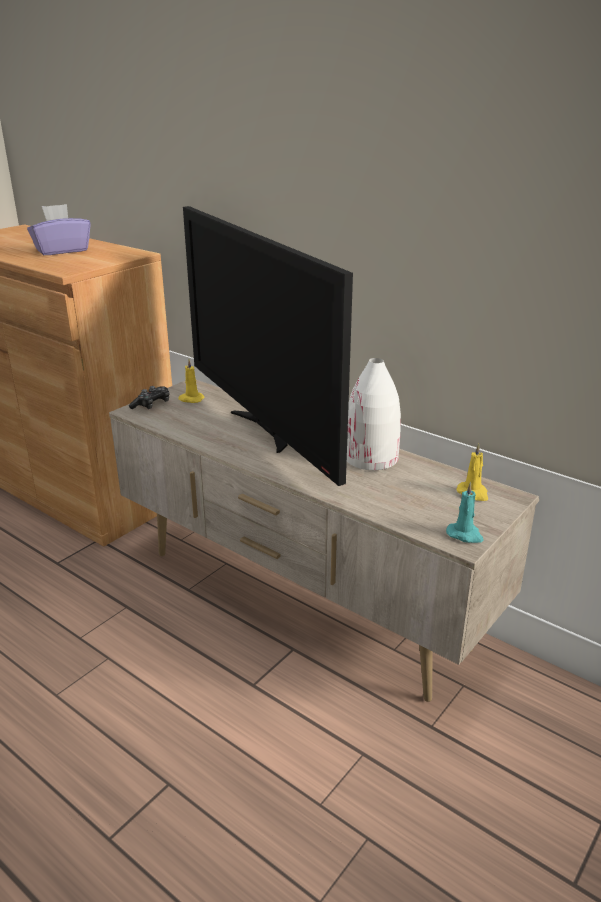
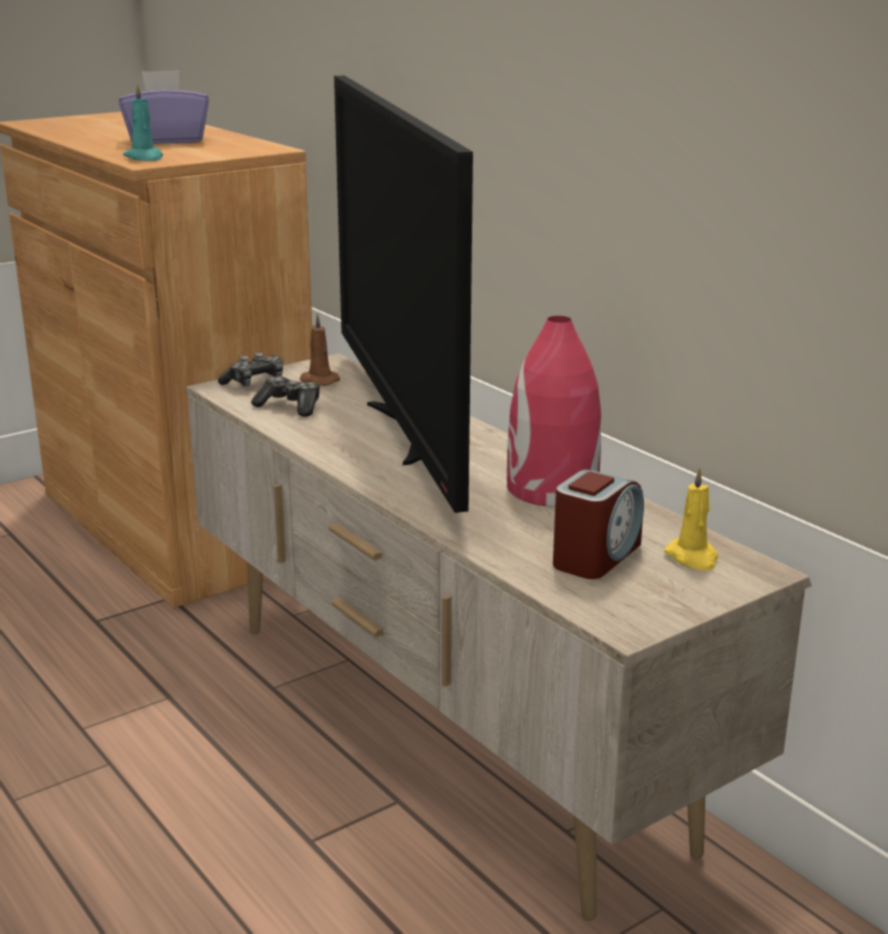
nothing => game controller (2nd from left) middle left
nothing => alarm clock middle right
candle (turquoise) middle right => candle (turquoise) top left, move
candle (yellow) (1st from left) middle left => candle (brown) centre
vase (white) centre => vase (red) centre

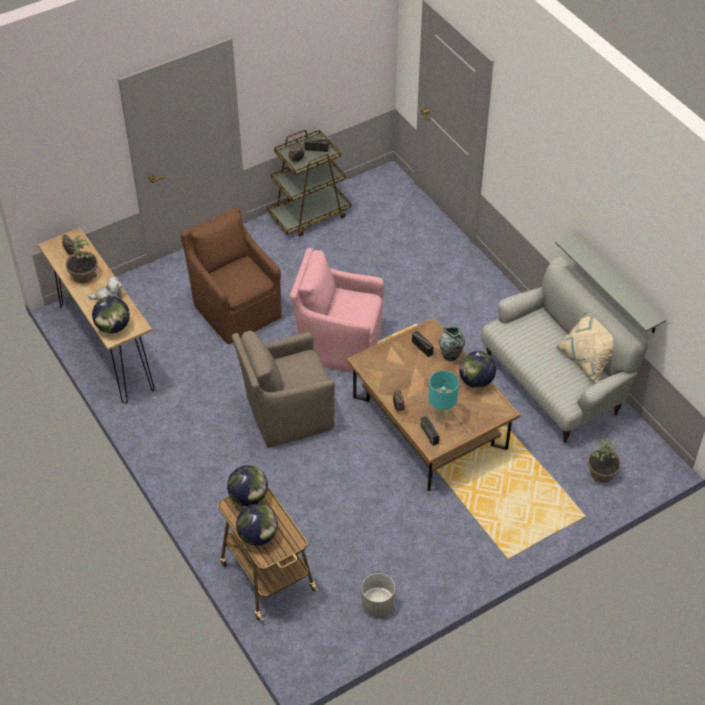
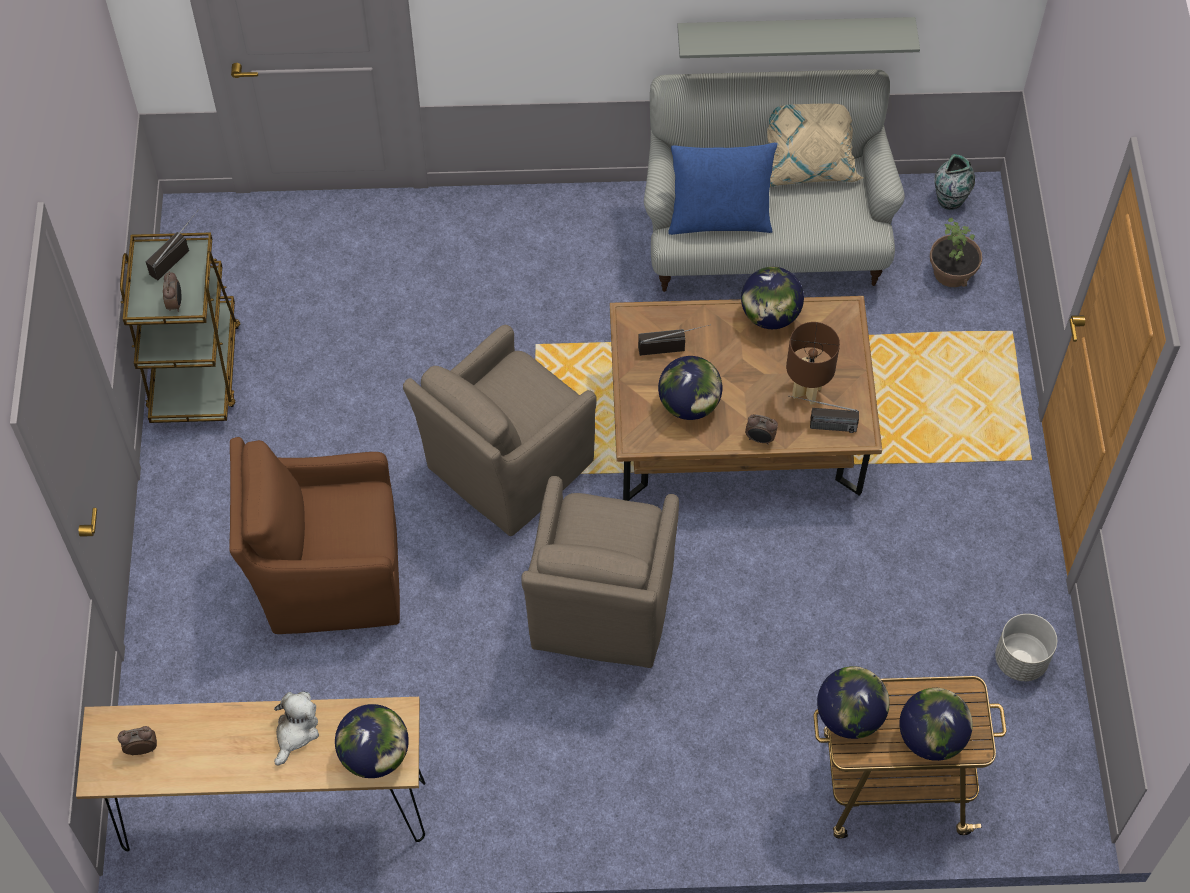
potted plant (1st from left) middle left => nothing
nothing => globe (2nd from left) centre
nothing => pillow (blue) top centre
vase centre => vase top right, move
armchair (pink) centre => armchair (brown) (2nd from left) centre
table lamp (turquoise) centre => table lamp (brown) middle right

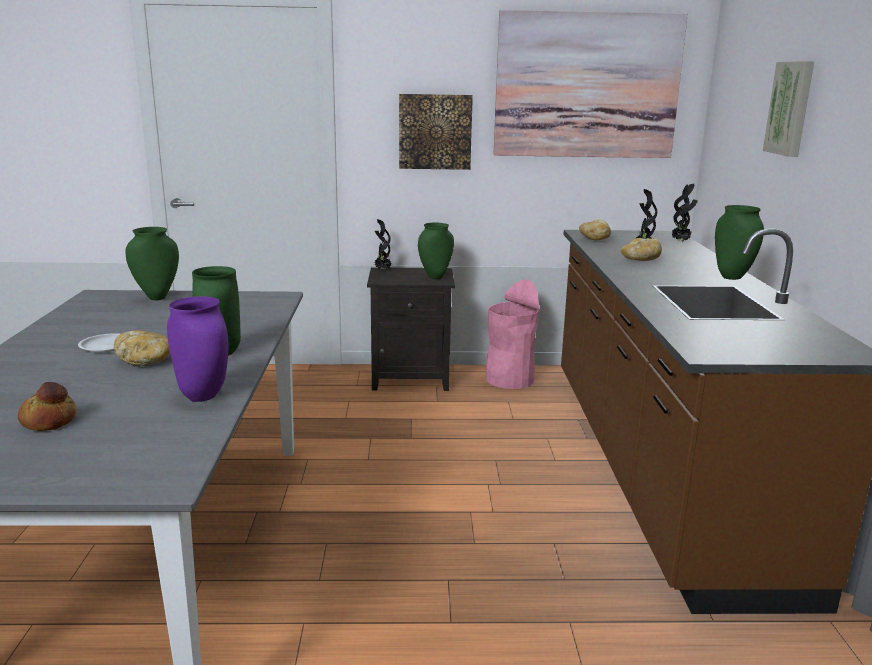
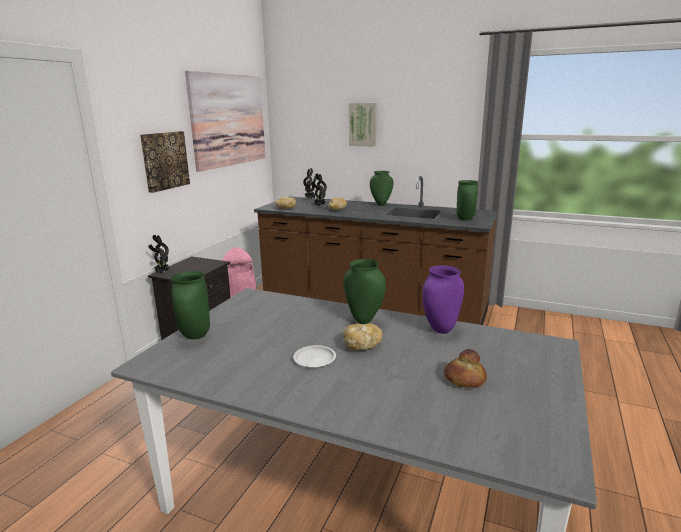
vase (green) (3rd from left in the first image) centre => vase (green) (4th from left) middle right, move

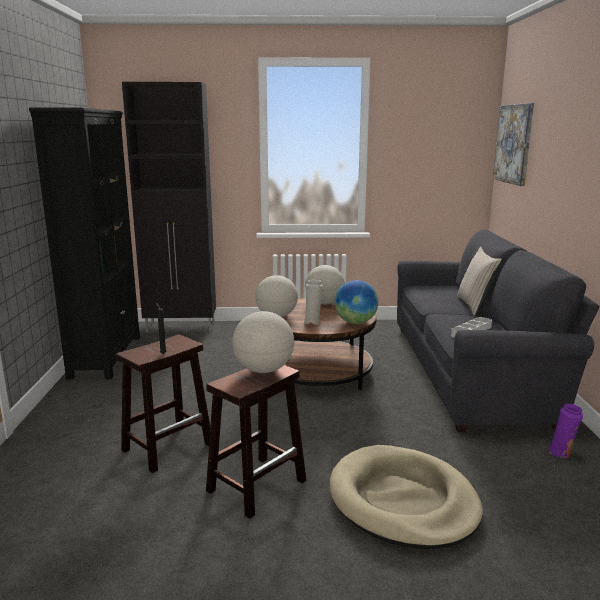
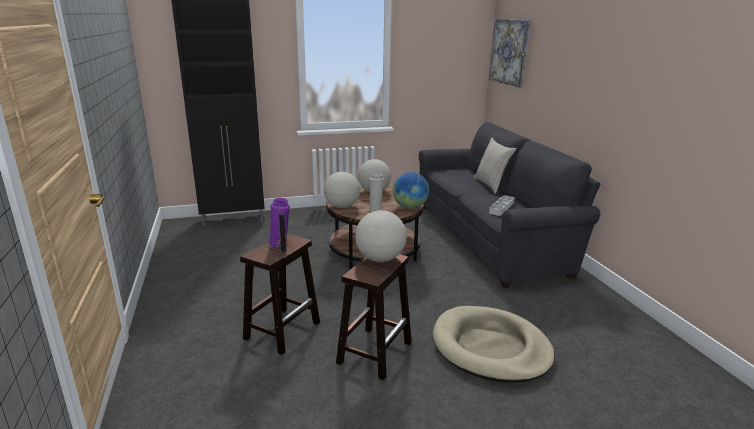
bookcase (black) middle left => nothing
vase (purple) bottom right => vase (purple) centre, move

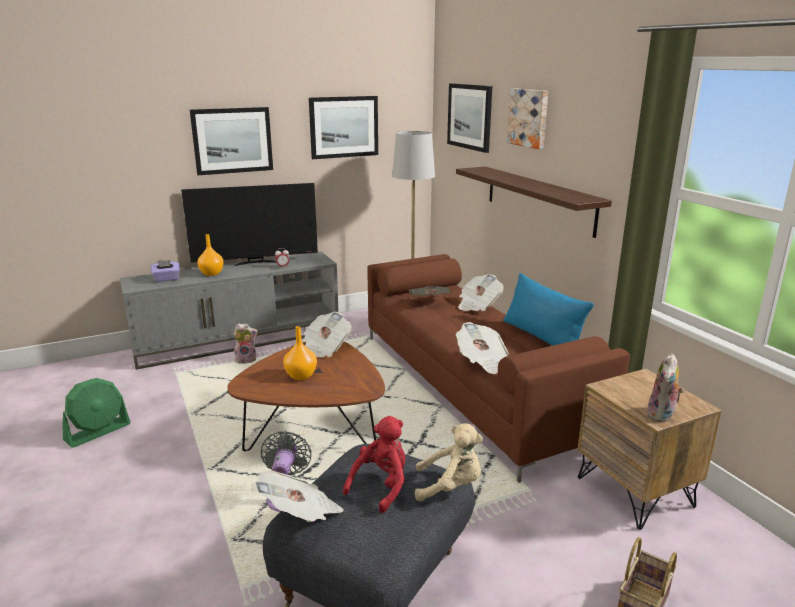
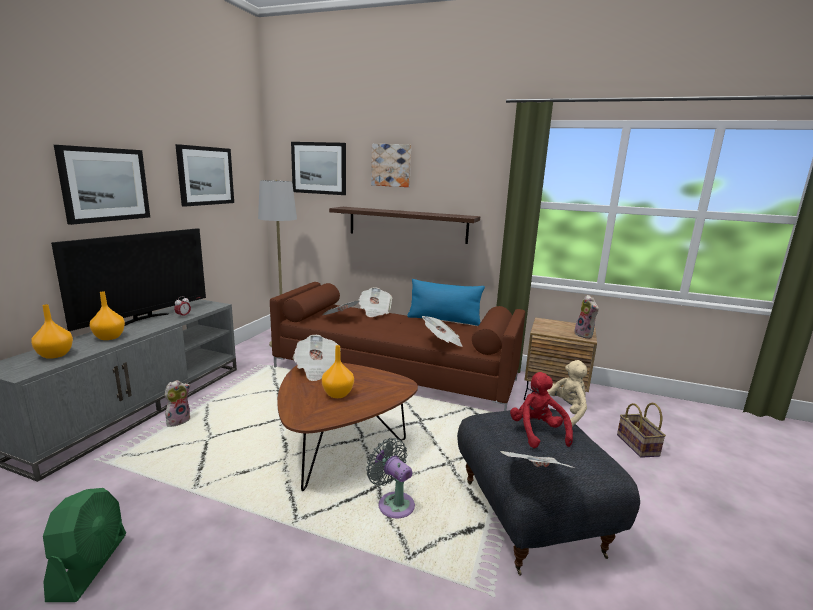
tissue box (purple) middle left => vase (orange) (1st from left) middle left

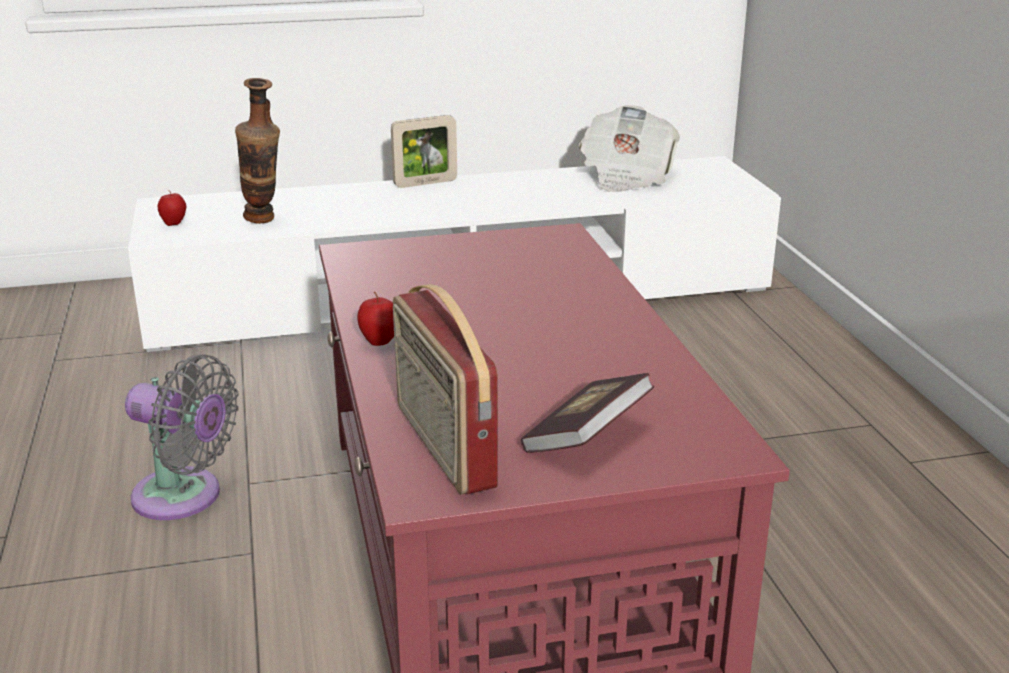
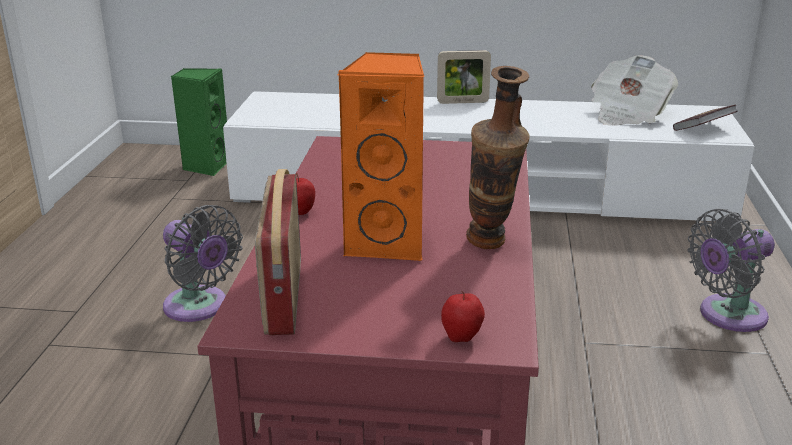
nothing => speaker (green) top left
nothing => speaker (orange) centre
nothing => fan (grey) (2nd from left) middle right
apple (1st from left in the first image) top left => apple (2nd from left) bottom centre, move
vase top left => vase centre, move
book centre => book top right, move

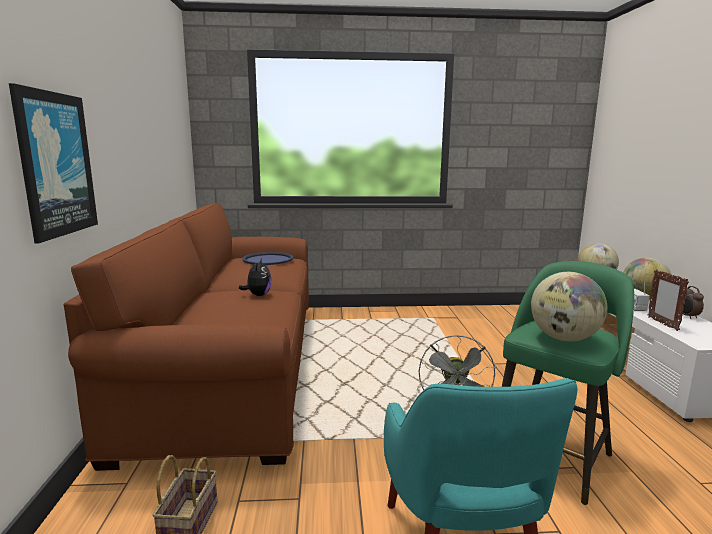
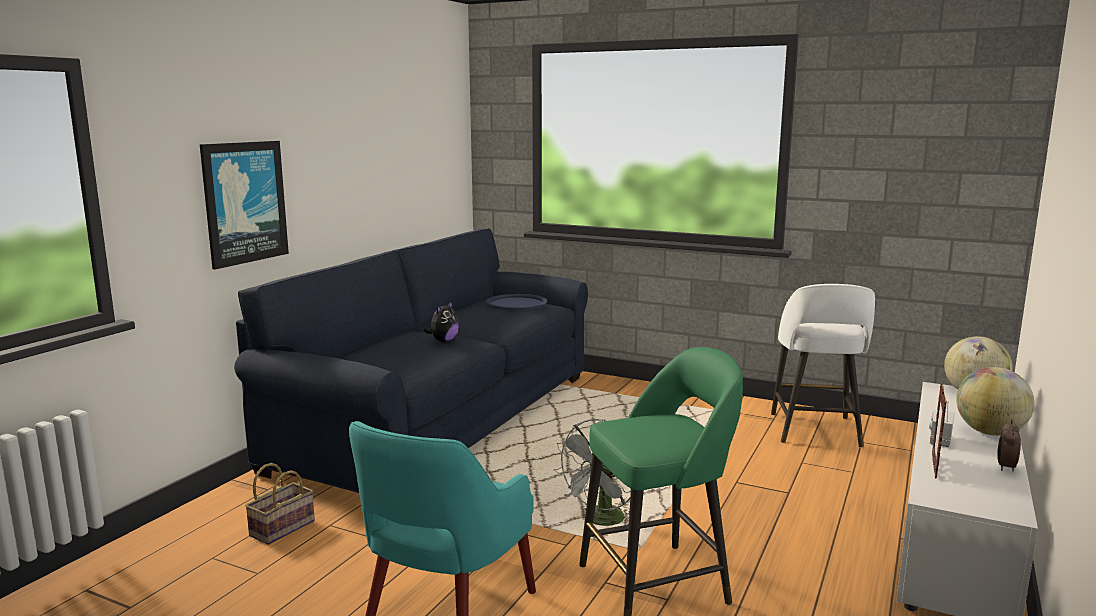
globe (1st from left) middle right => nothing
nothing => stool (white) middle right
sofa (brown) middle left => sofa (blue) centre

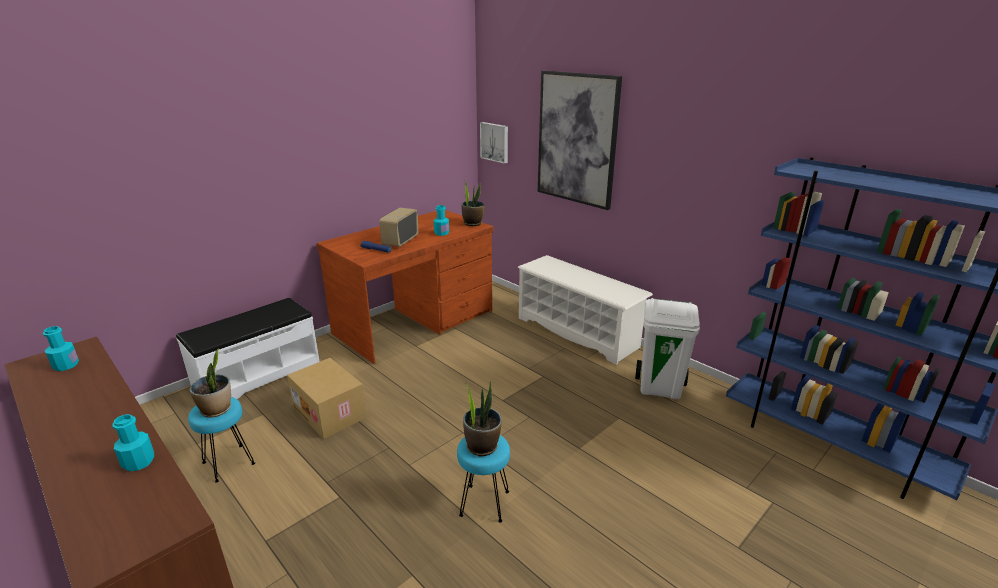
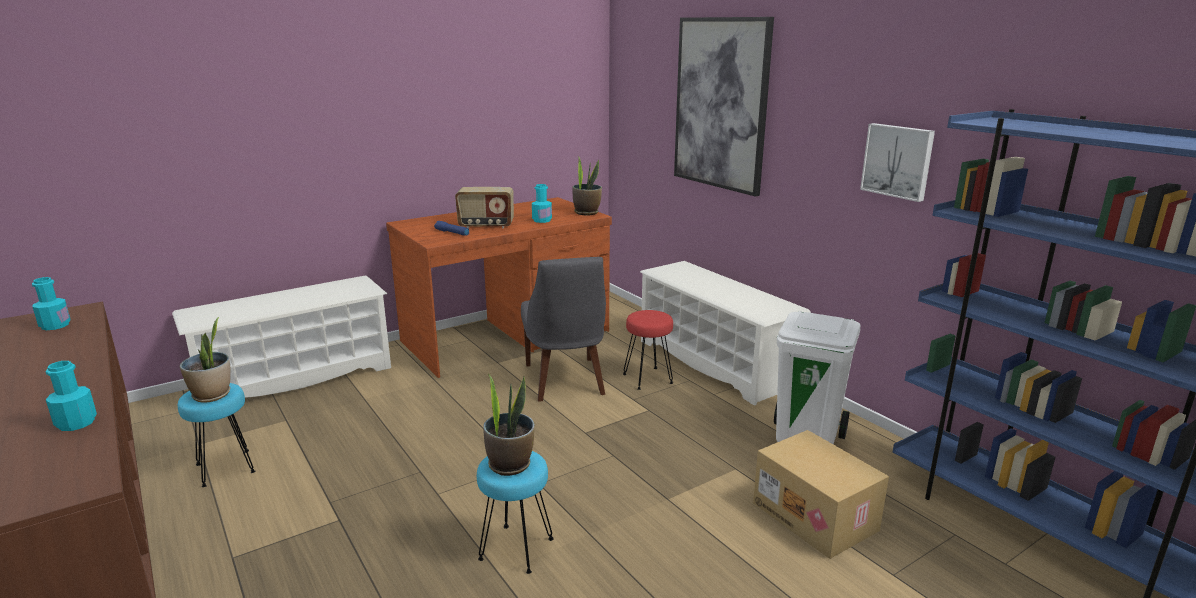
nothing => chair (grey) centre
nothing => stool (red) centre
cardboard box bottom left => cardboard box bottom right, move
picture (1st from left in the first image) top centre => picture (2nd from left) top right, move
bench (white) middle left => shoe rack (white) (1st from left) middle left
radio centre, 120 degrees counterclockwise

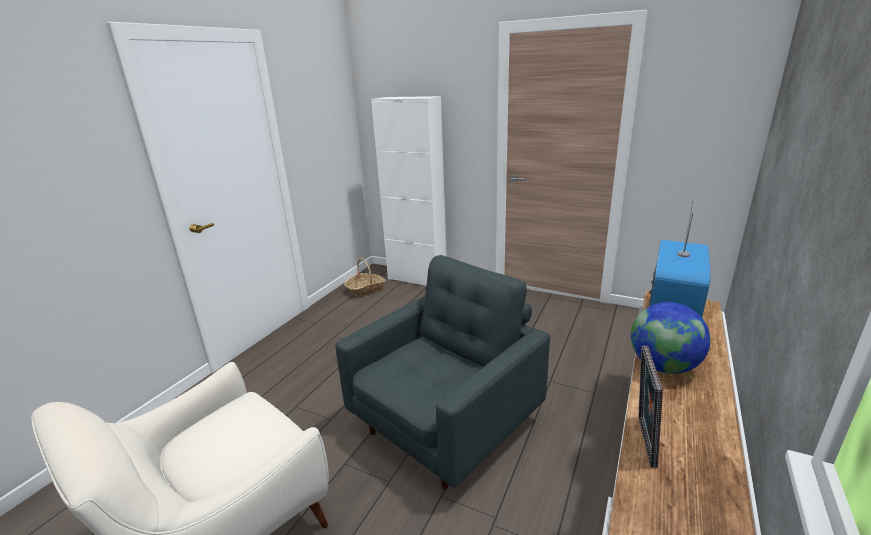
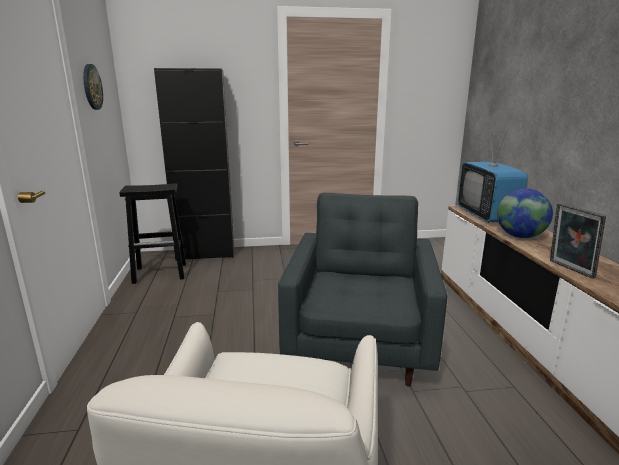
nothing => wall clock top left
basket centre => stool (black) middle left
cabinet (white) centre => cabinet (black) middle left

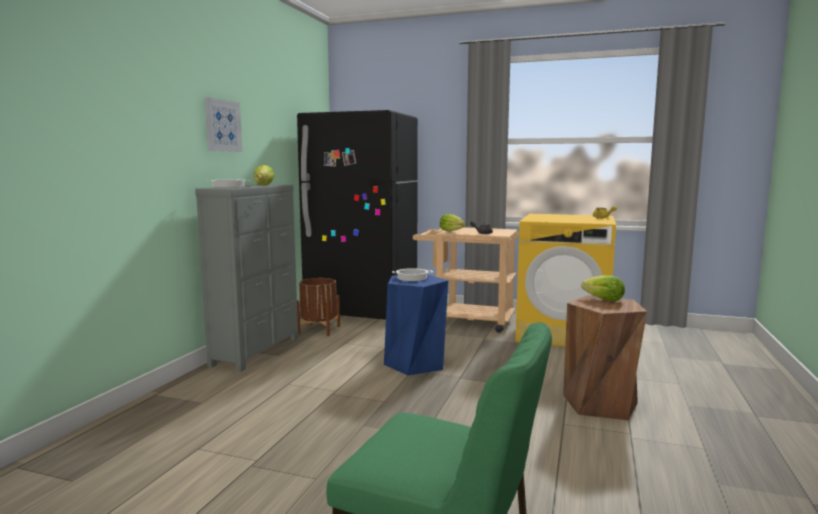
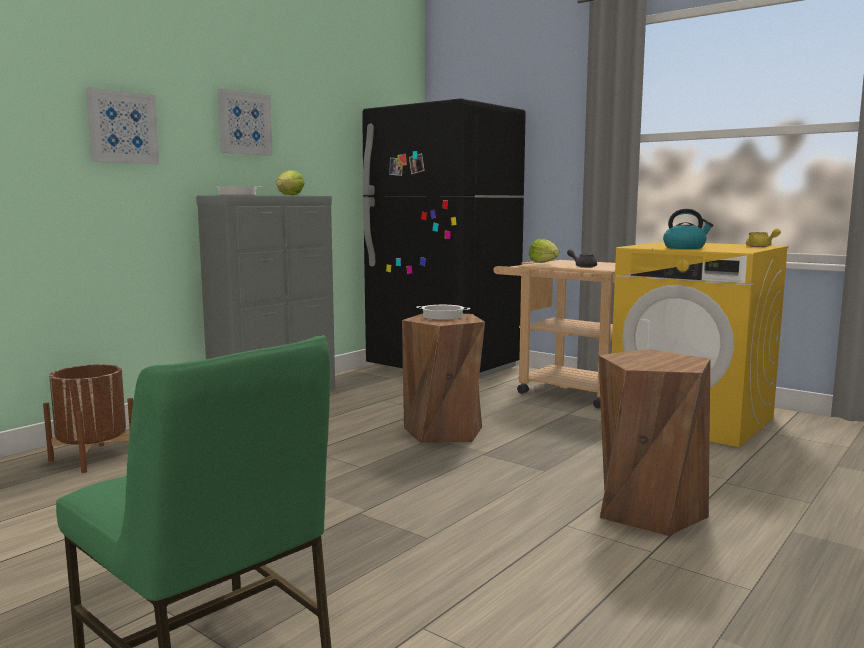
lettuce (3rd from left) middle right => nothing
nothing => picture (1st from left) top left
nothing => kettle middle right
planter (brown) centre => planter (brown) middle left, move
stool (blue) centre => stool (brown) (1st from left) centre

